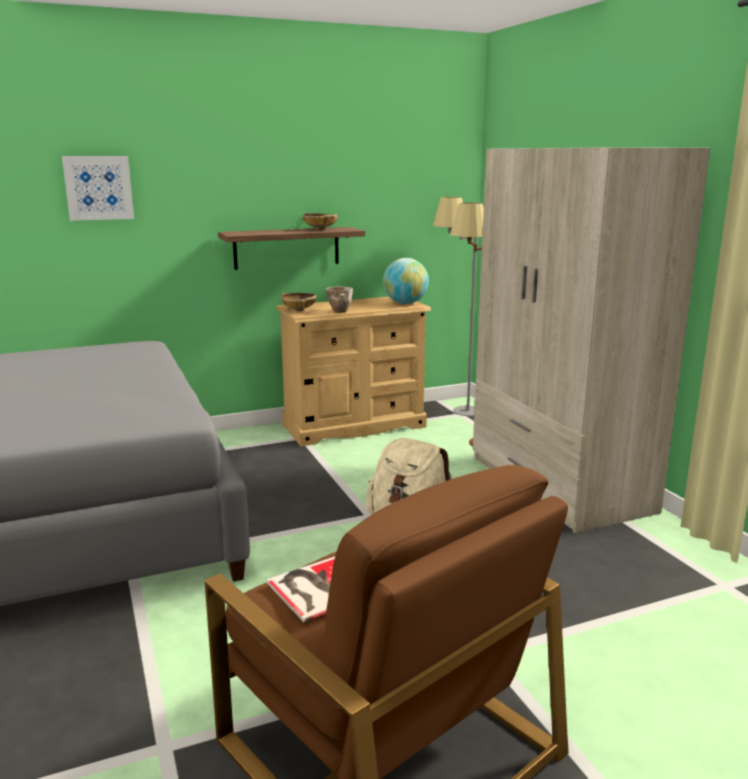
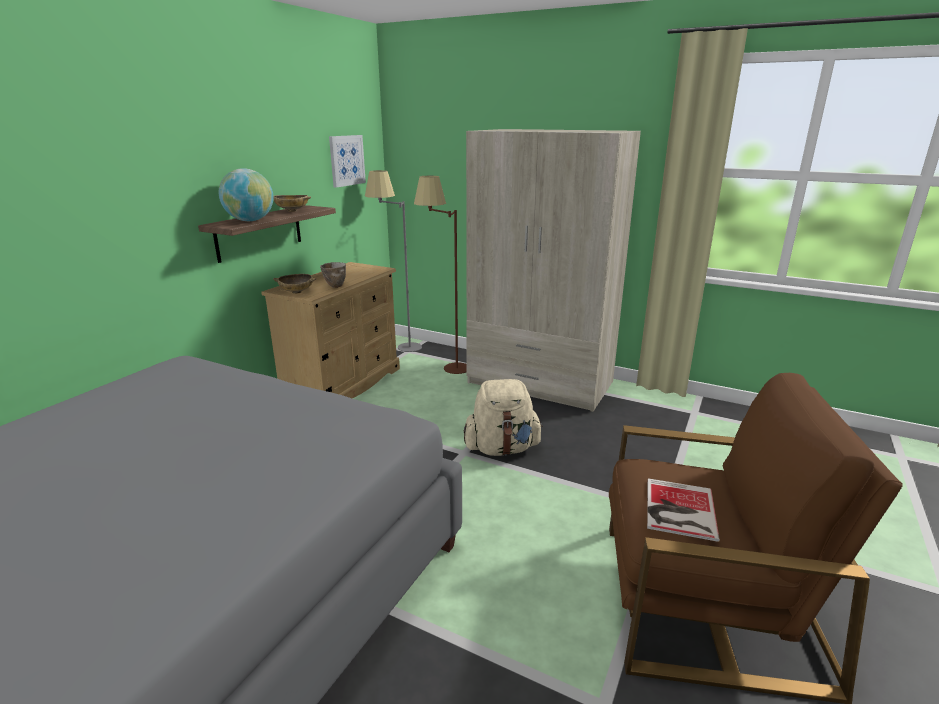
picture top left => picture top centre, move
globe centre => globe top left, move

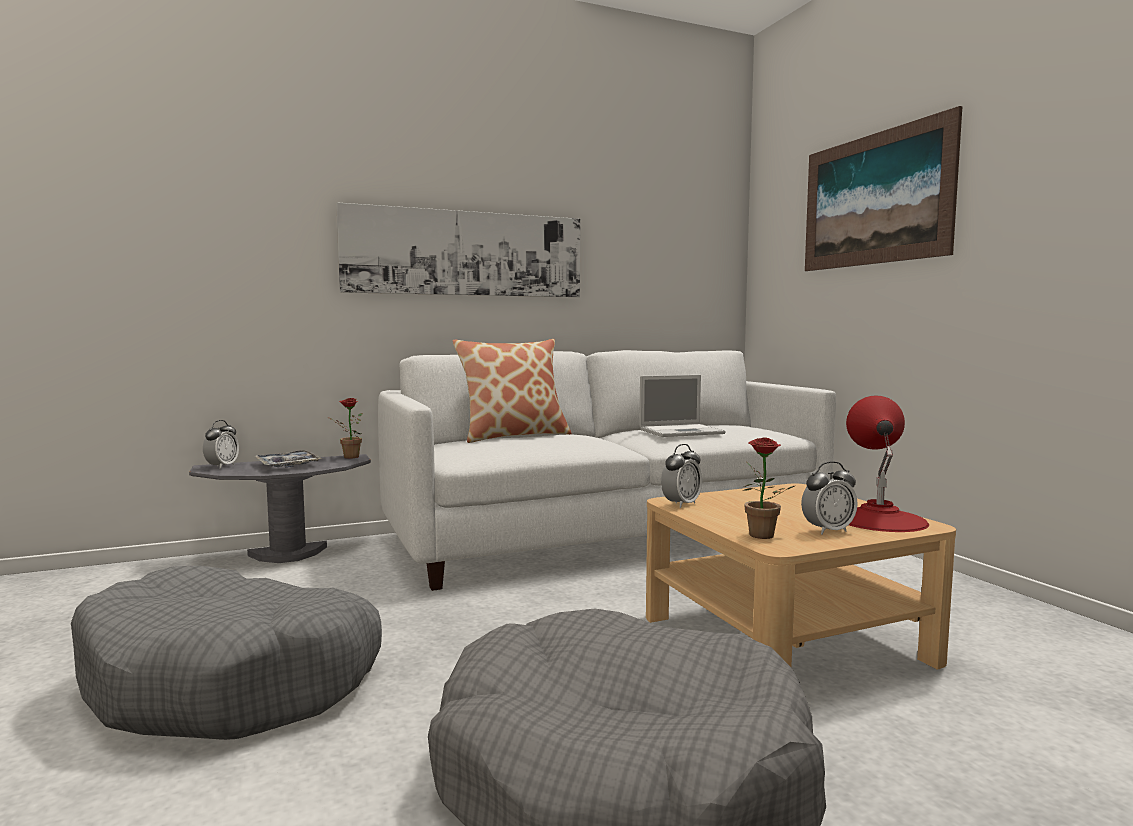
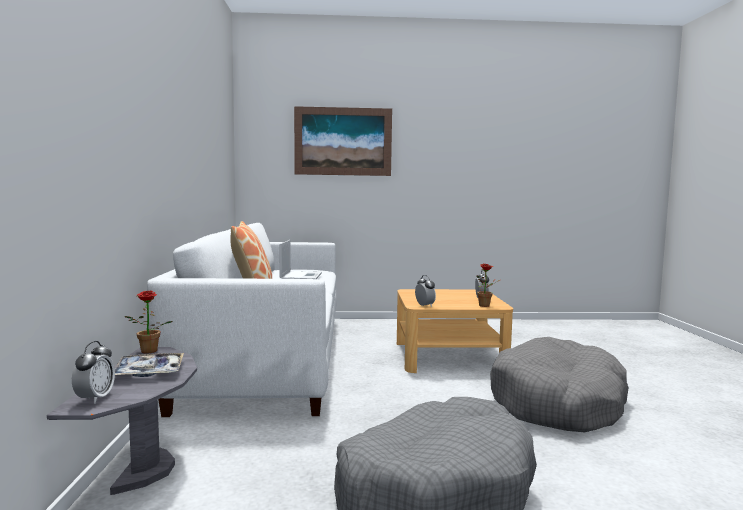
picture (1st from left) top centre => nothing
table lamp (red) middle right => nothing
alarm clock (1st from left) middle left => alarm clock (1st from left) bottom left, 60 degrees clockwise

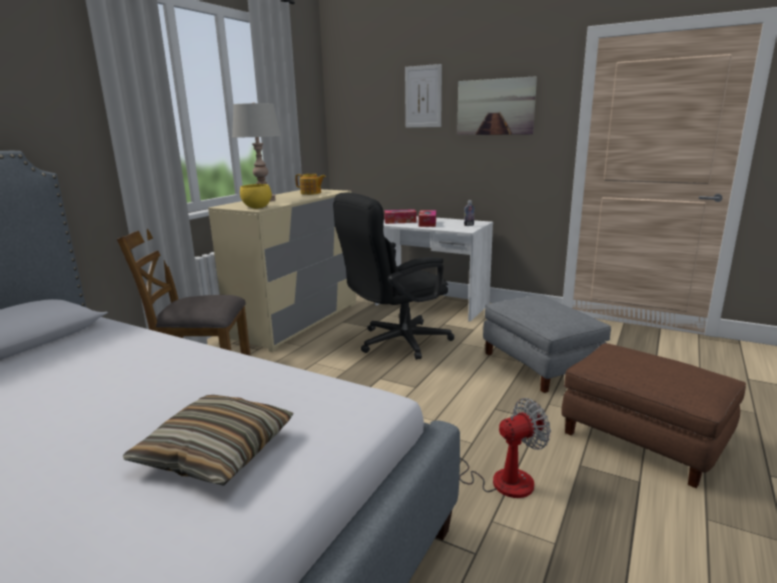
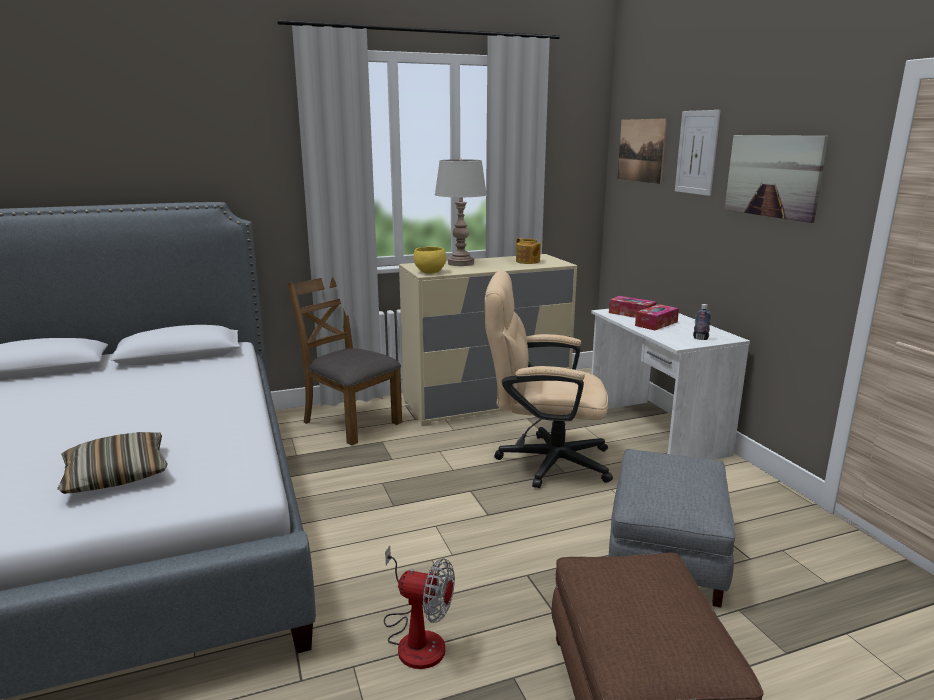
nothing => picture (1st from left) top right
office chair (black) centre => office chair (beige) centre

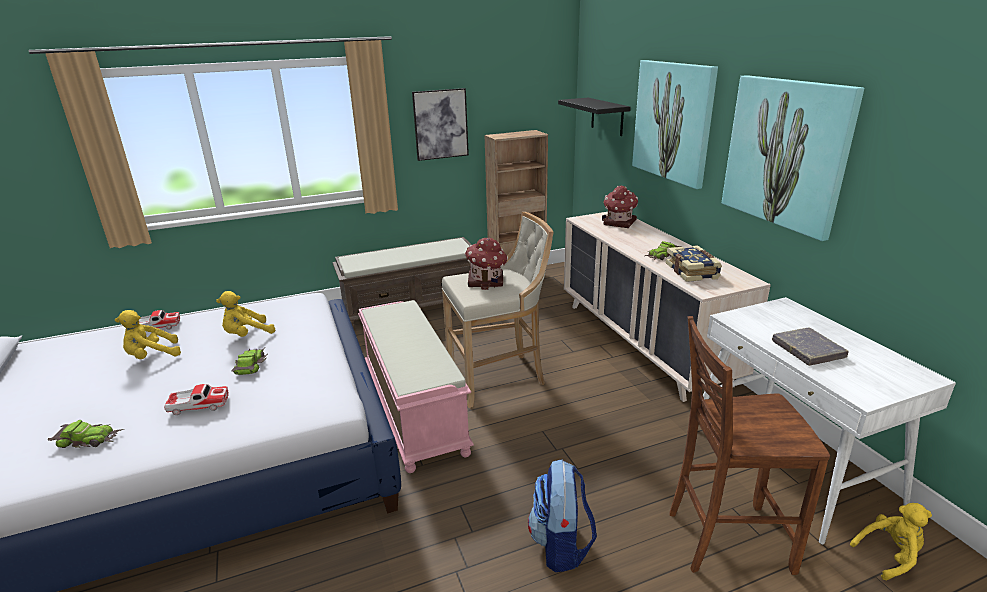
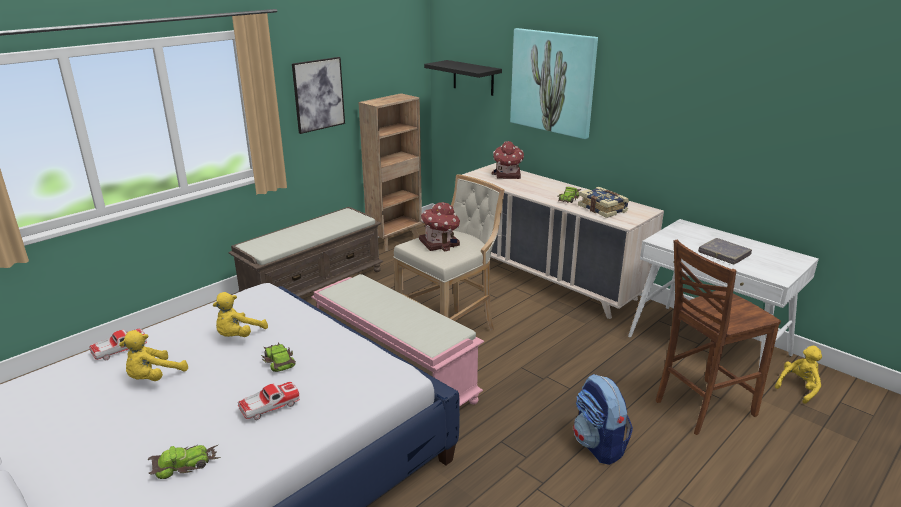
picture (3rd from left) top right => nothing

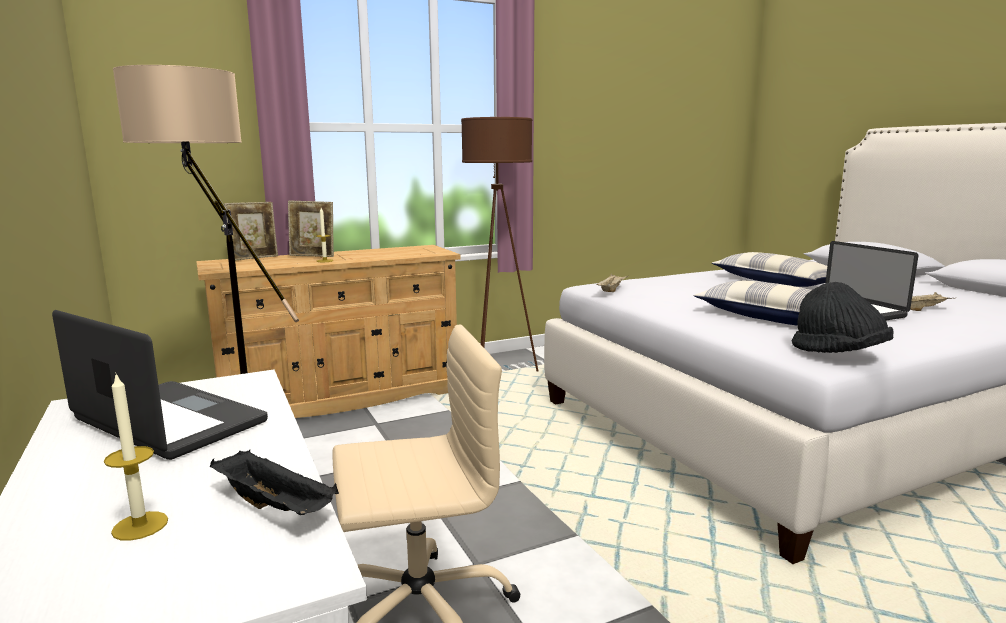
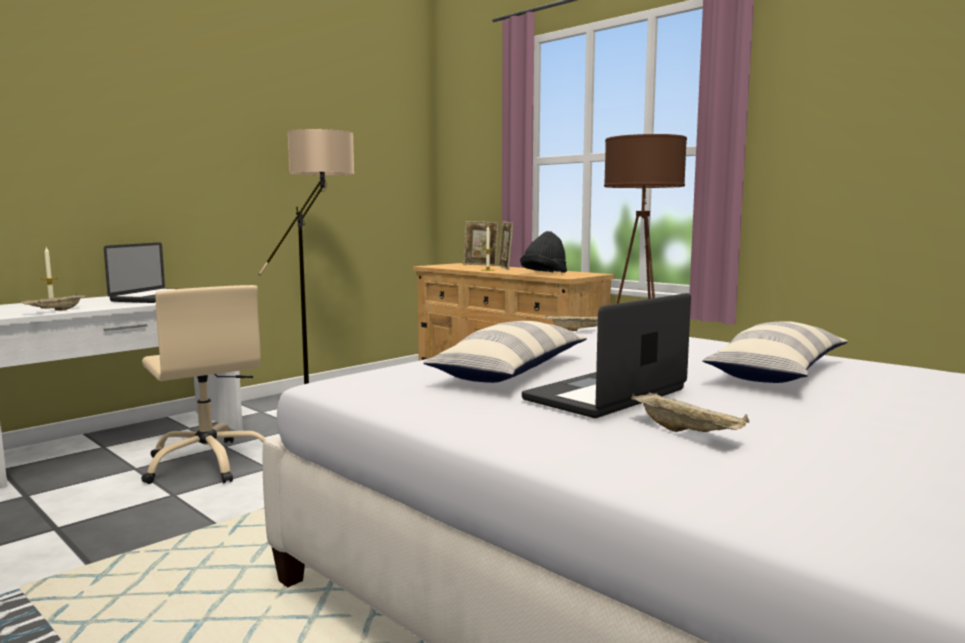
hat (black) middle right => hat (black) centre, move
tray (black) bottom left => tray (beige) (1st from left) middle left

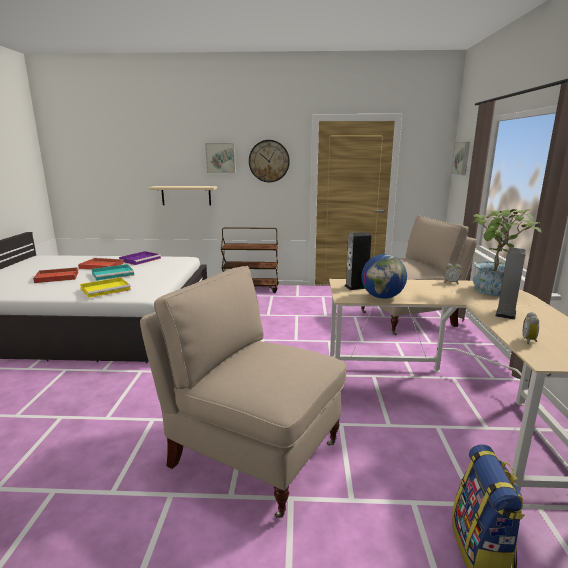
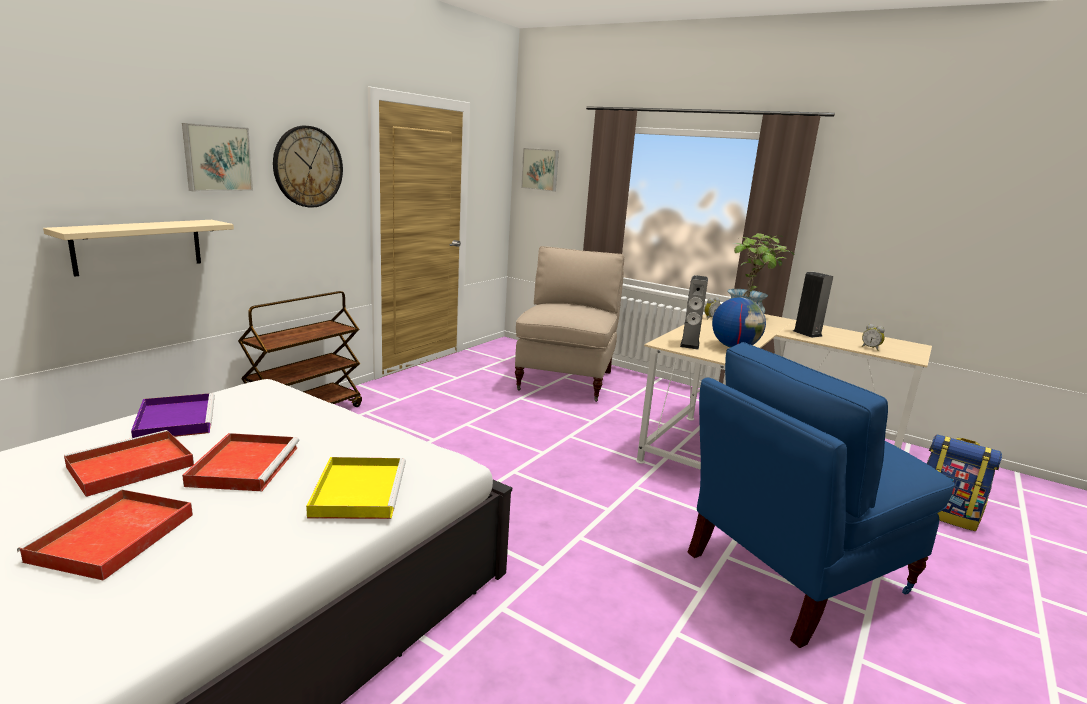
tray (turquoise) middle left => tray (red) (3rd from left) middle left
chair (beige) (1st from left) bottom centre => chair (blue) bottom right

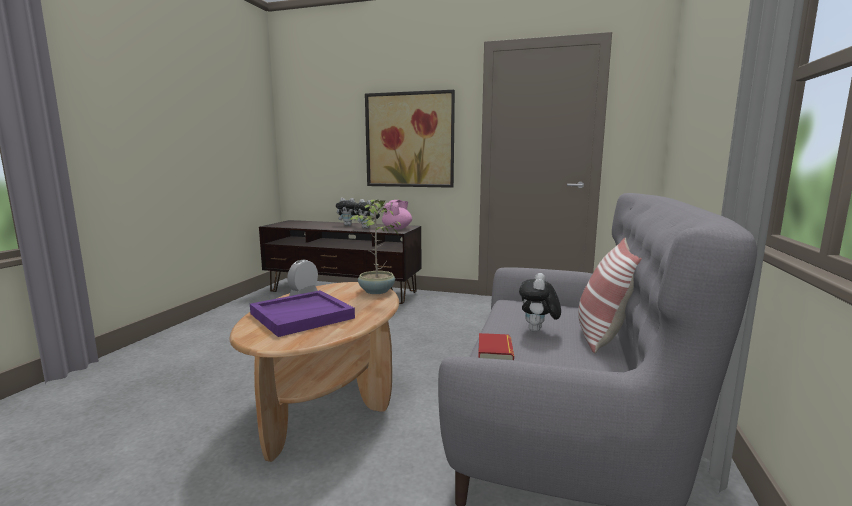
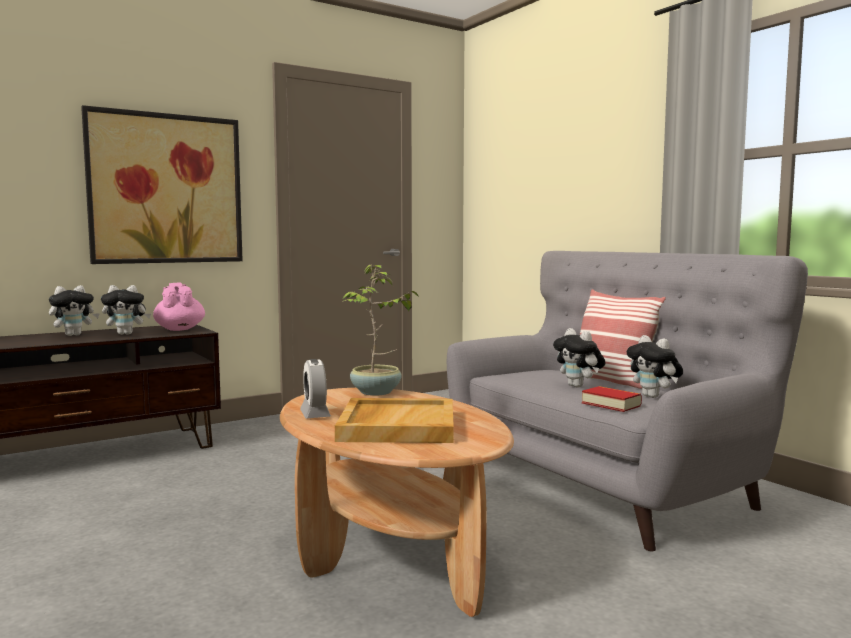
nothing => plush toy (4th from left) middle right
tray (purple) centre => tray (beige) centre

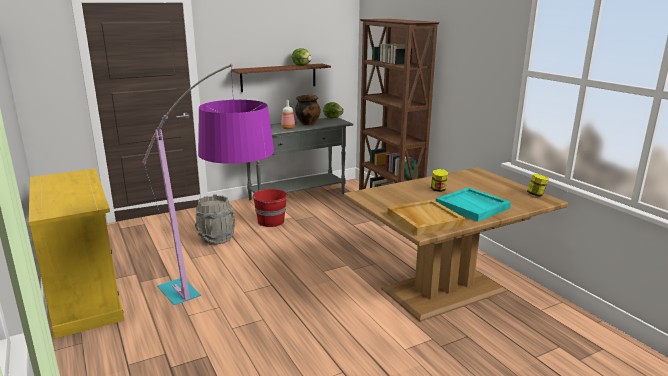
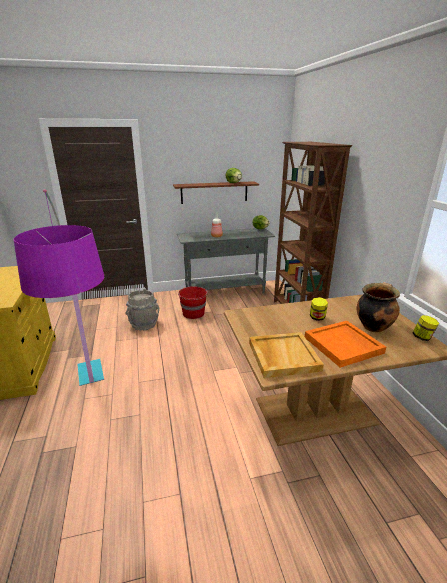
cooking pot top centre => cooking pot middle right, move
tray (turquoise) middle right => tray (orange) middle right

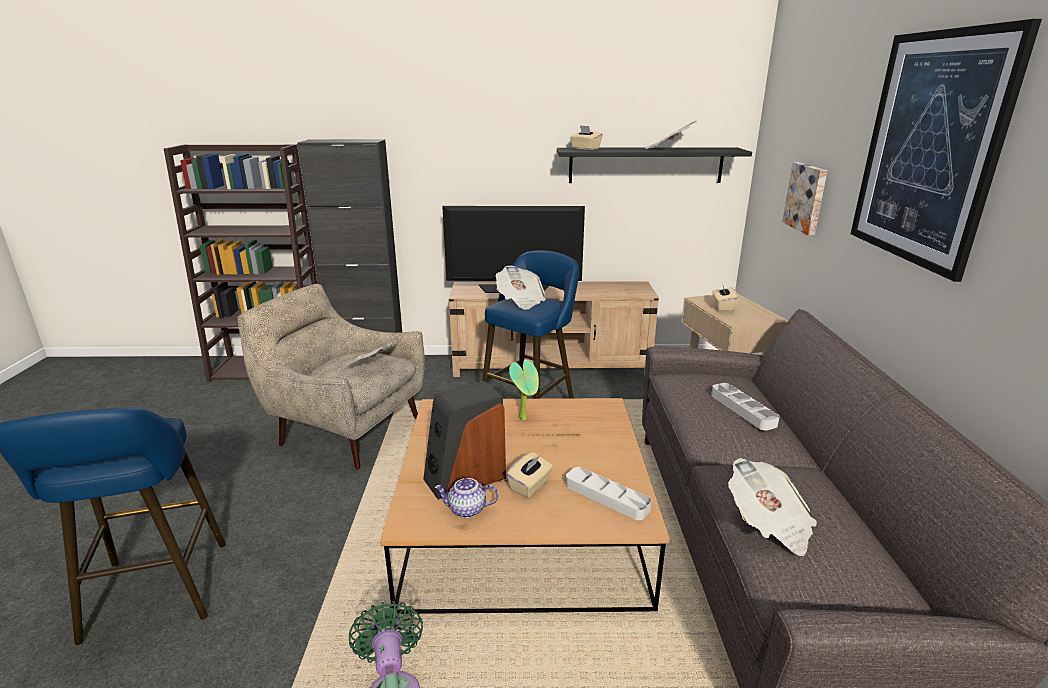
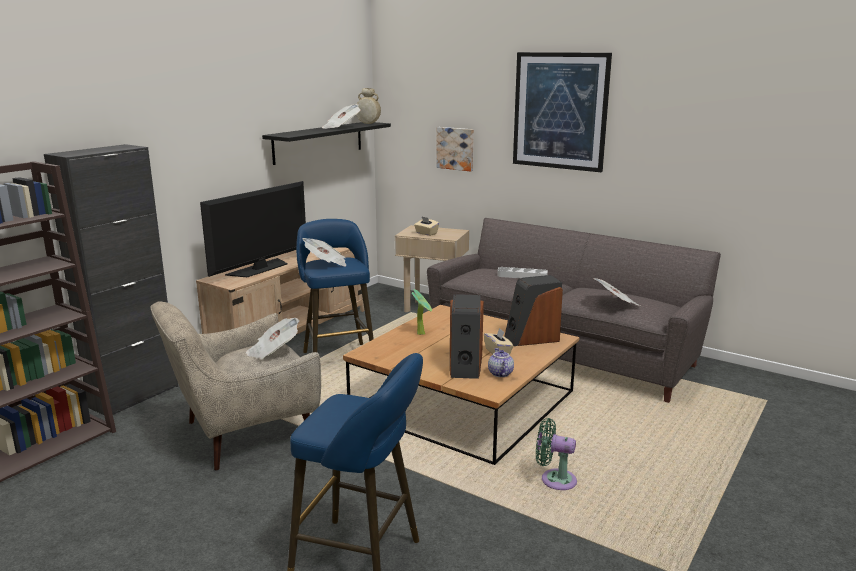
tissue box (beige) (2nd from left) top centre => nothing
nothing => vase (beige) top centre
tray (grey) (1st from left) bottom centre => speaker (2nd from left) centre
teapot bottom centre => teapot centre, 135 degrees clockwise

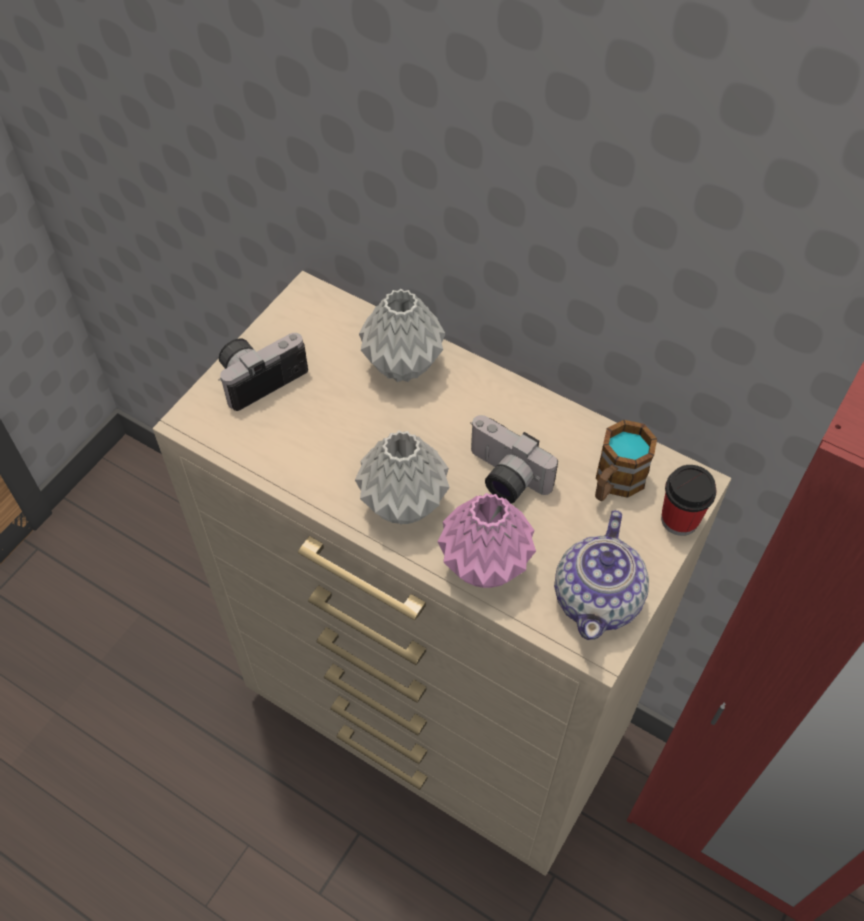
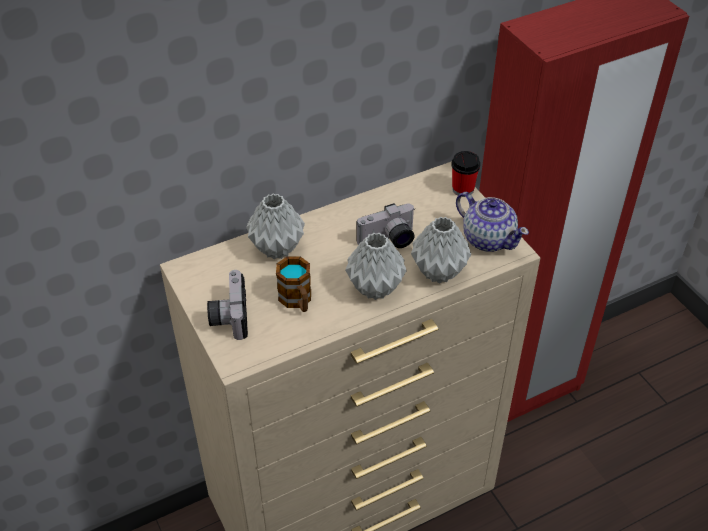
mug middle right => mug centre, move
vase (pink) centre => vase (grey) (3rd from left) centre

